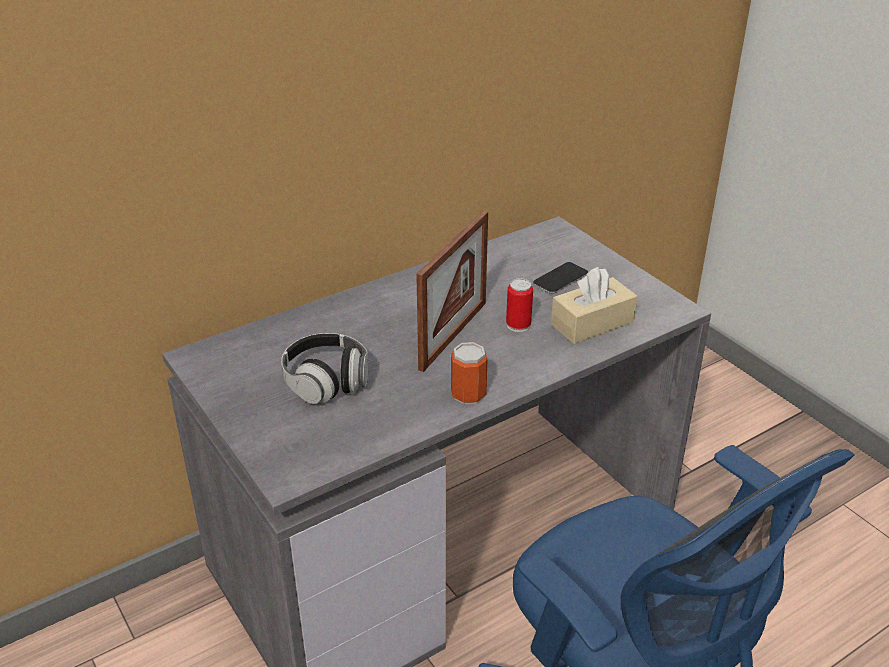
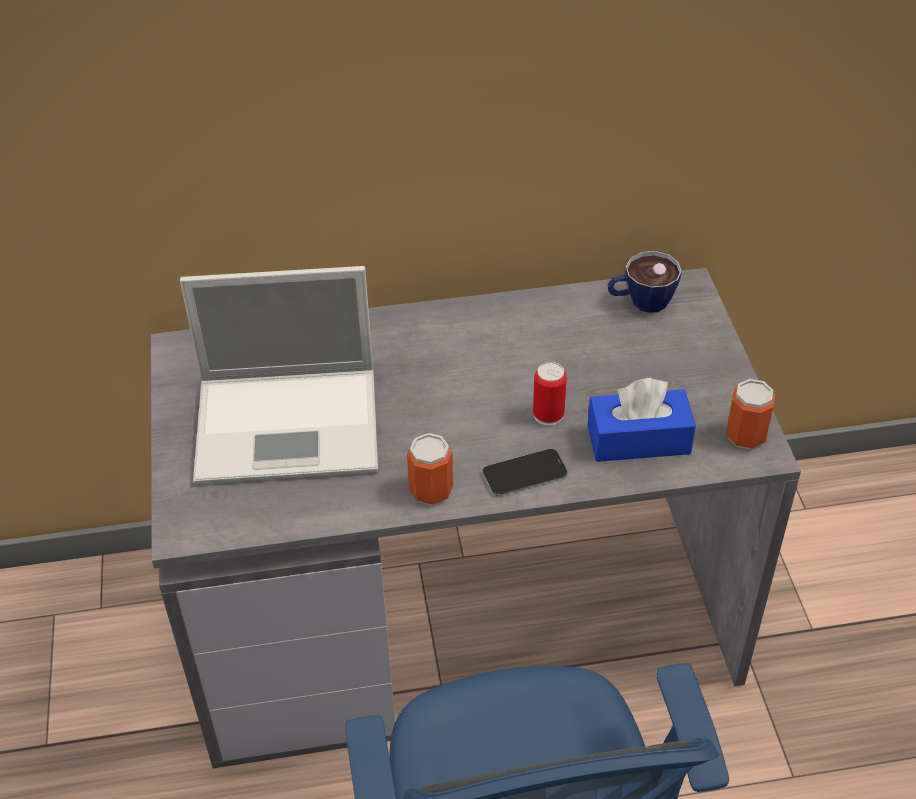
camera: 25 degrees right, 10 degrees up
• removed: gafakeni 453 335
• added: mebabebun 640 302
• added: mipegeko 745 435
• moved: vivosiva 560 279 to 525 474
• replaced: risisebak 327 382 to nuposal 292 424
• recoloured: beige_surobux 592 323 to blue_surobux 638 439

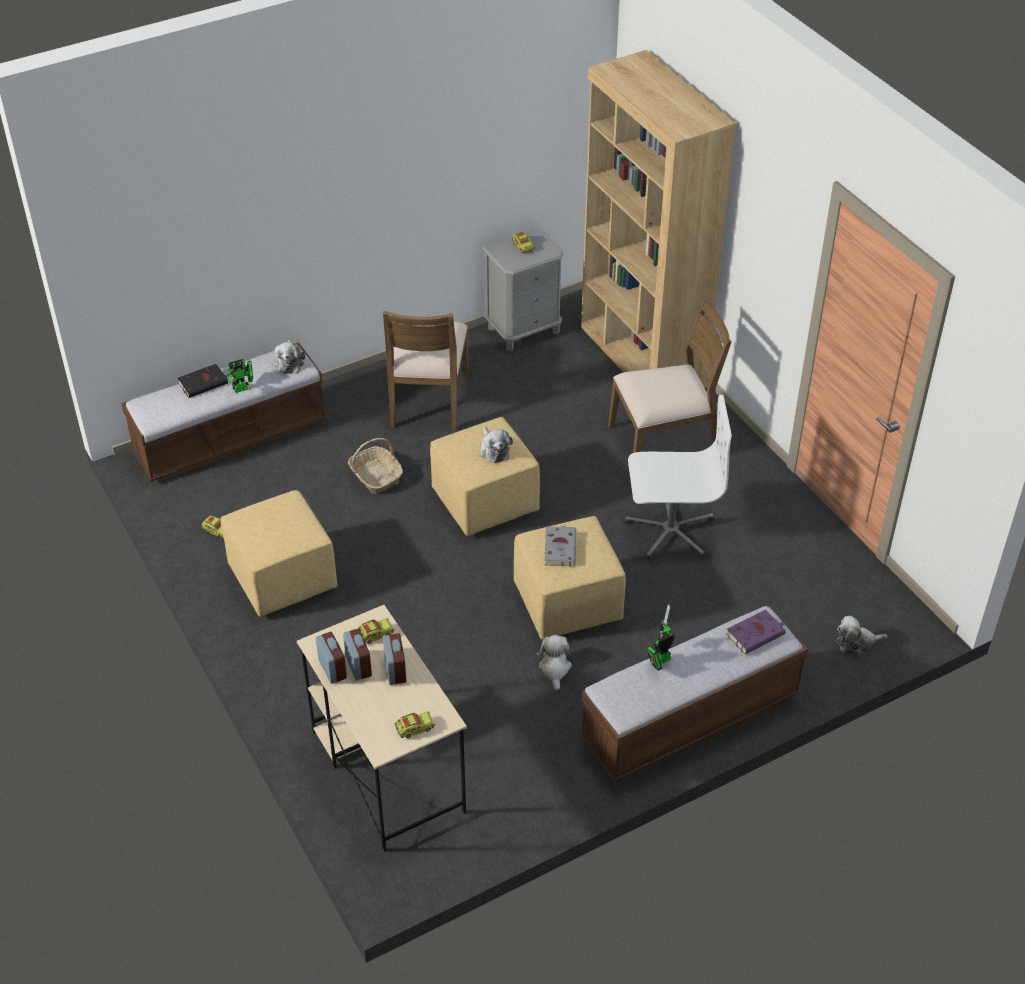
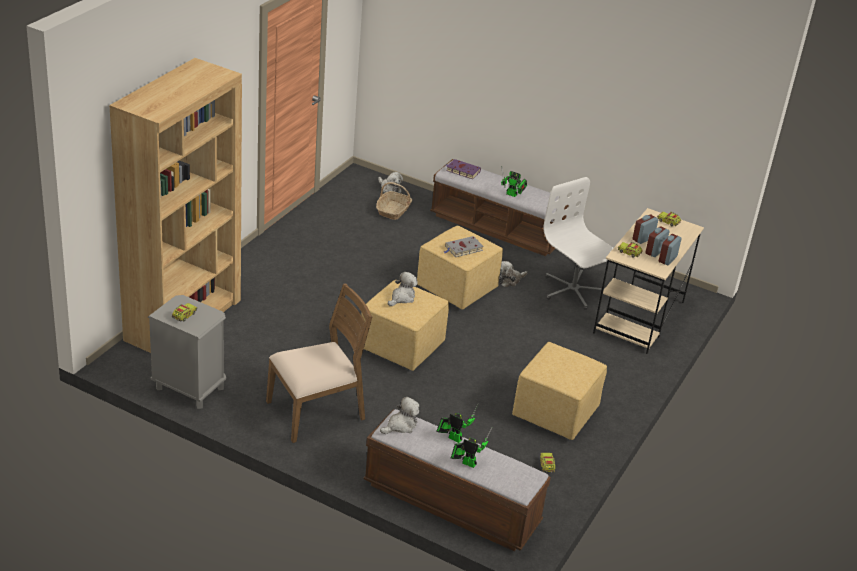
camera: 125 degrees left, 10 degrees down
• removed: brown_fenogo 664 441
• moved: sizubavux 375 476 to 393 210
• moved: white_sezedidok 670 530 to 572 291
• replaced: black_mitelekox 204 383 to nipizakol 466 463

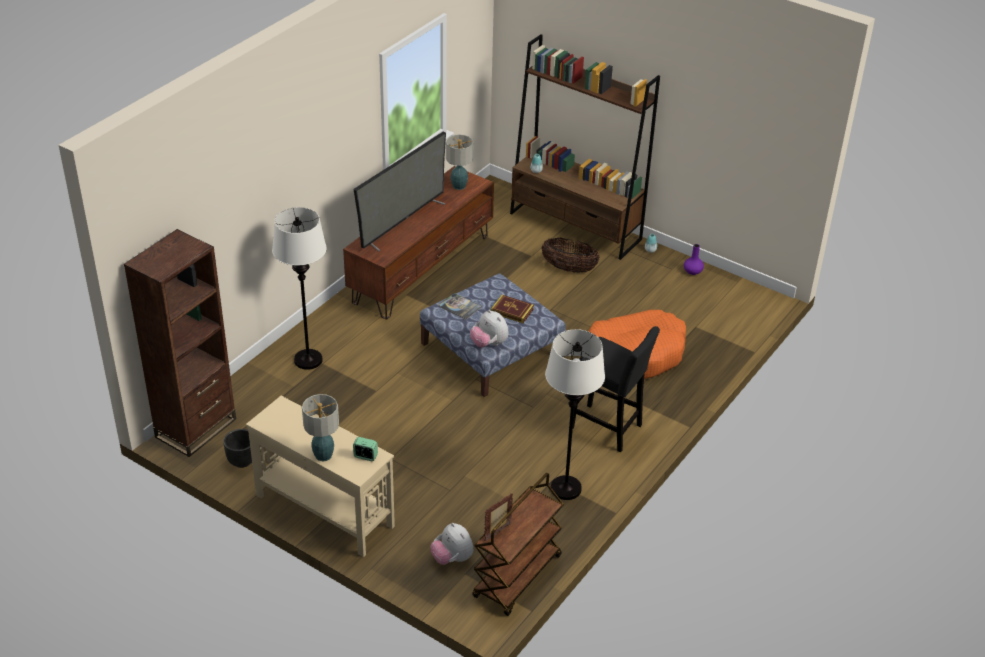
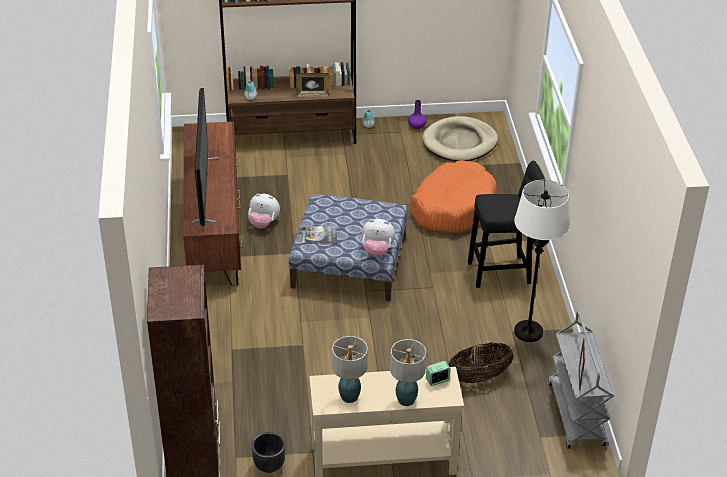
camera: 40 degrees left, 0 degrees up
• removed: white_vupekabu 308 360
• removed: mitelekox 512 311
• added: gafakeni 313 95
• added: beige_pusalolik 460 142
• moved: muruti 452 558 to 263 223
• moved: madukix 459 186 to 350 396
• moved: sizubavux 569 268 to 479 377
• recoloured: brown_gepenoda 517 577 to grey_gepenoda 576 415

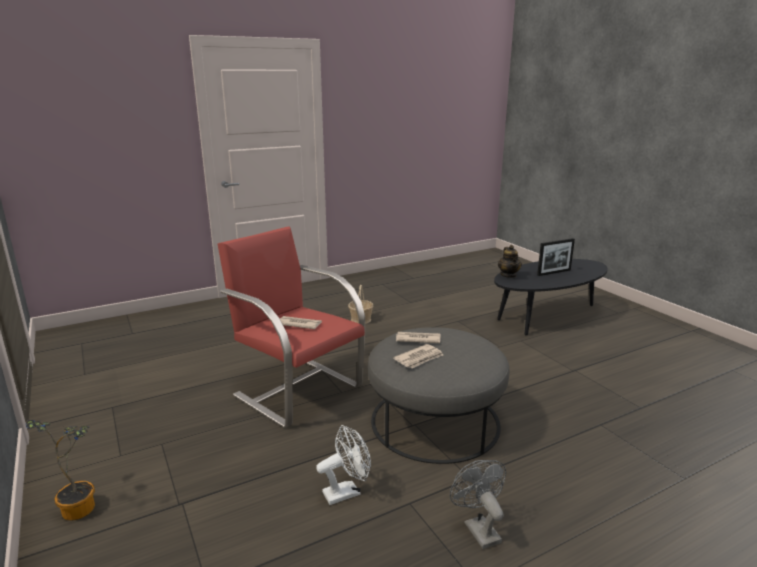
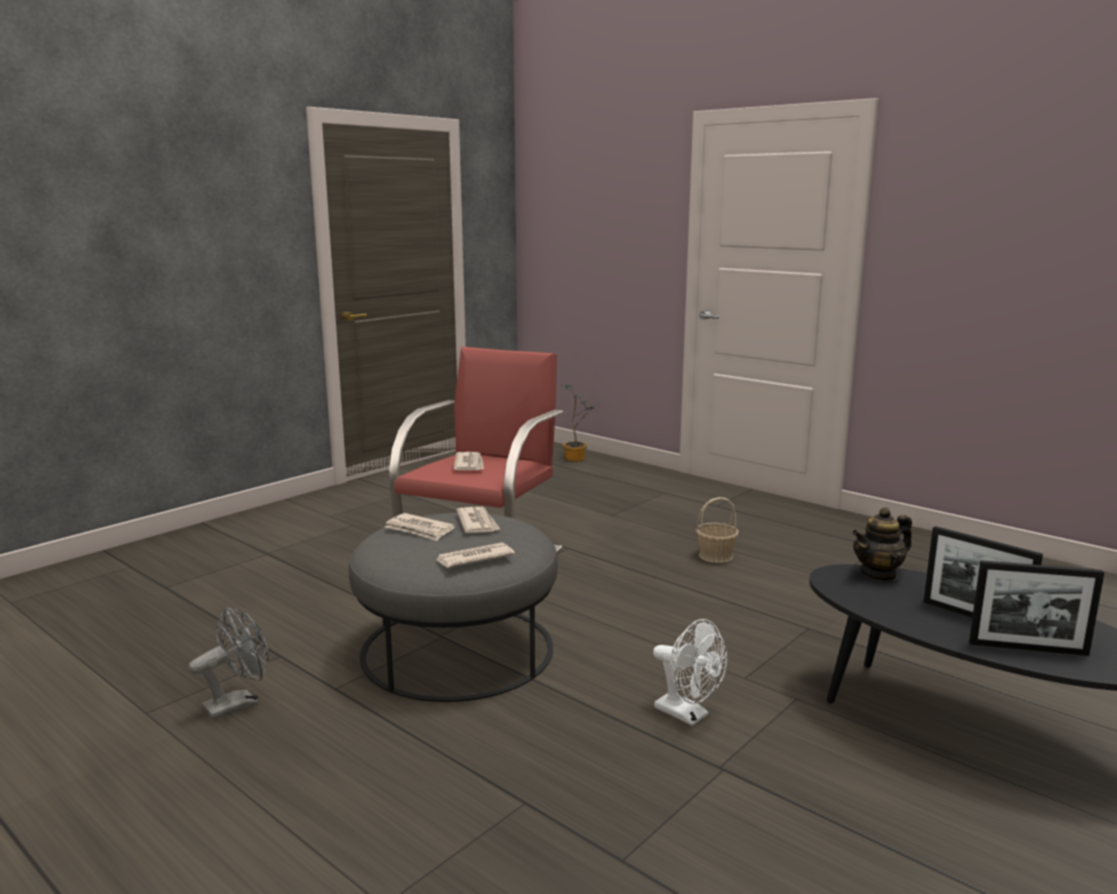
camera: 70 degrees right, 5 degrees down
• added: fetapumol 474 558
• added: gafakeni 1028 648
• moved: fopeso 80 506 to 577 458
• moved: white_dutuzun 346 492 to 688 715

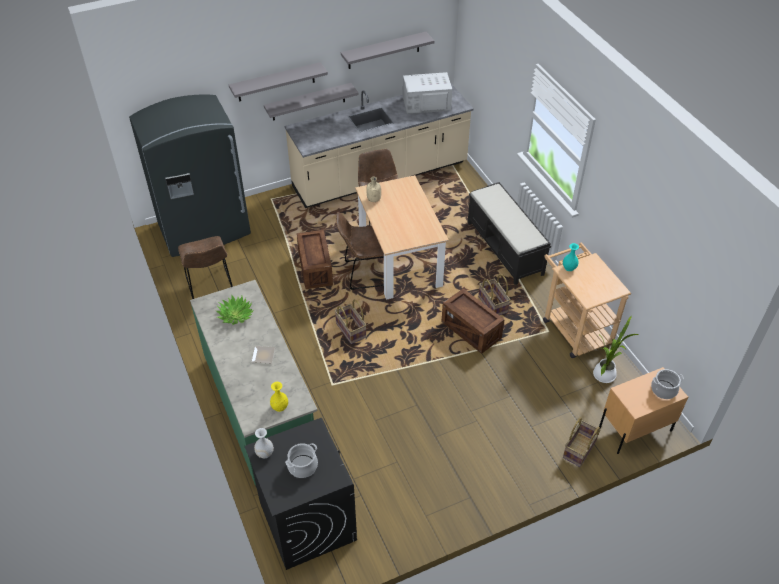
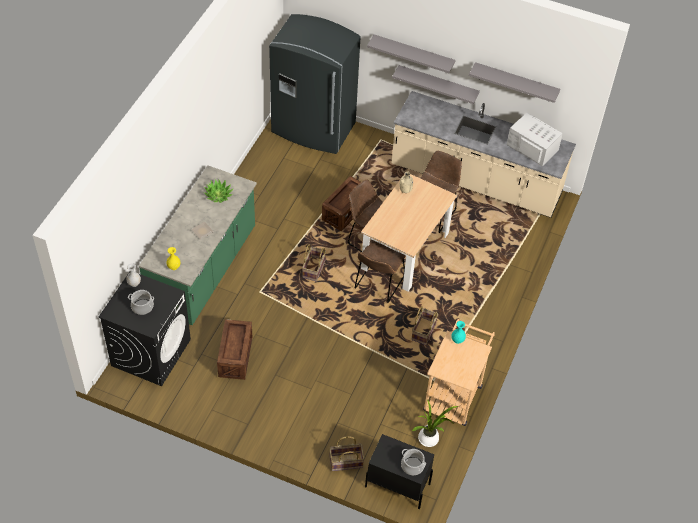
camera: 45 degrees right, 5 degrees up
• removed: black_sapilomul 505 248
• moved: brown_fenogo 210 286 to 378 284
• moved: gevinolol 471 330 to 235 357
• recoloured: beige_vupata 634 429 to black_vupata 397 485

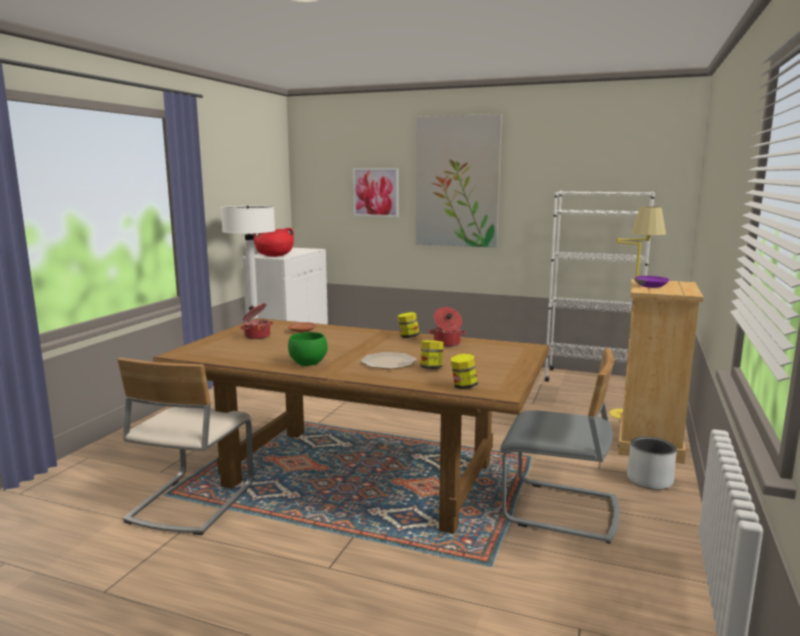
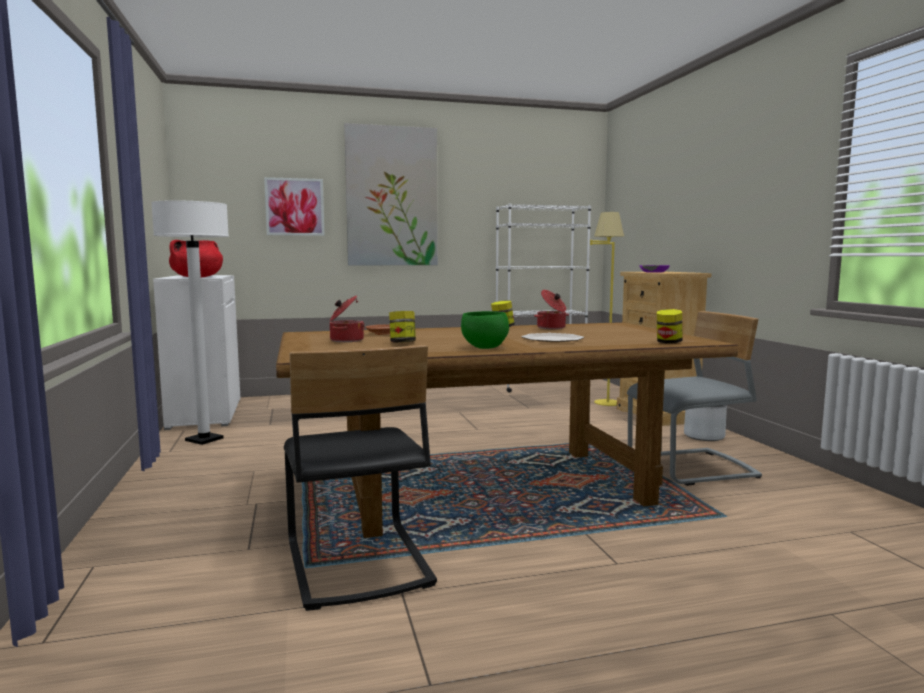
camera: 35 degrees left, 5 degrees down
• moved: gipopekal 431 368 to 402 343
• recoloured: beige_fenogo 191 502 to black_fenogo 356 563

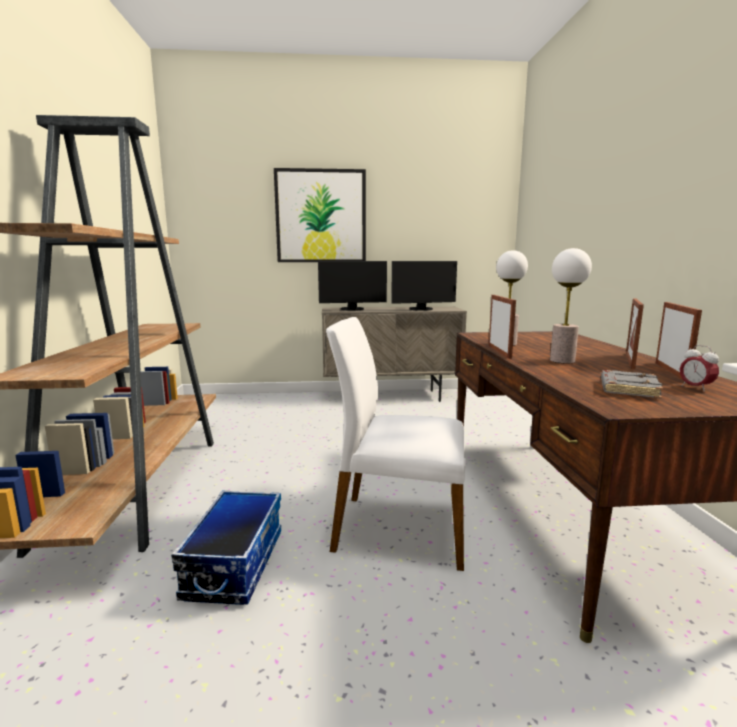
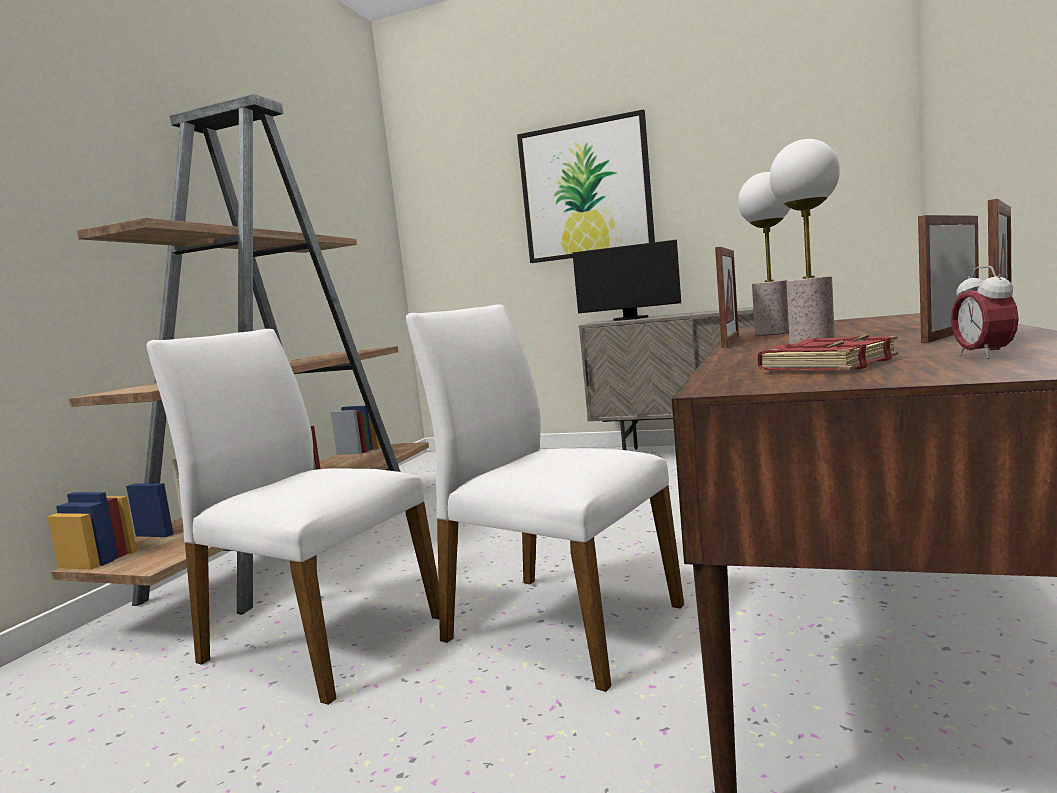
camera: 25 degrees right, 5 degrees down
• removed: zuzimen 422 309
• replaced: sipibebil 234 564 to white_fenogo 319 639
• recoloured: grey_mitelekox 627 389 to red_mitelekox 827 365

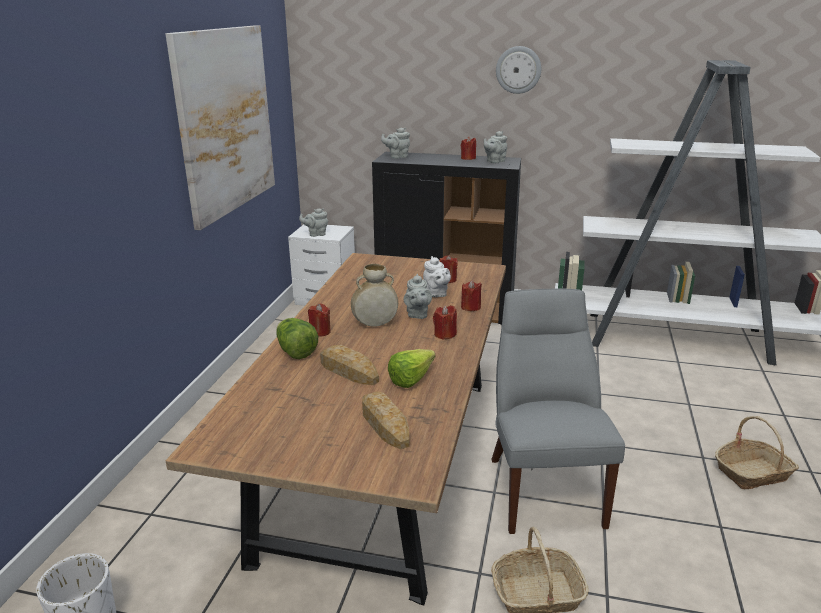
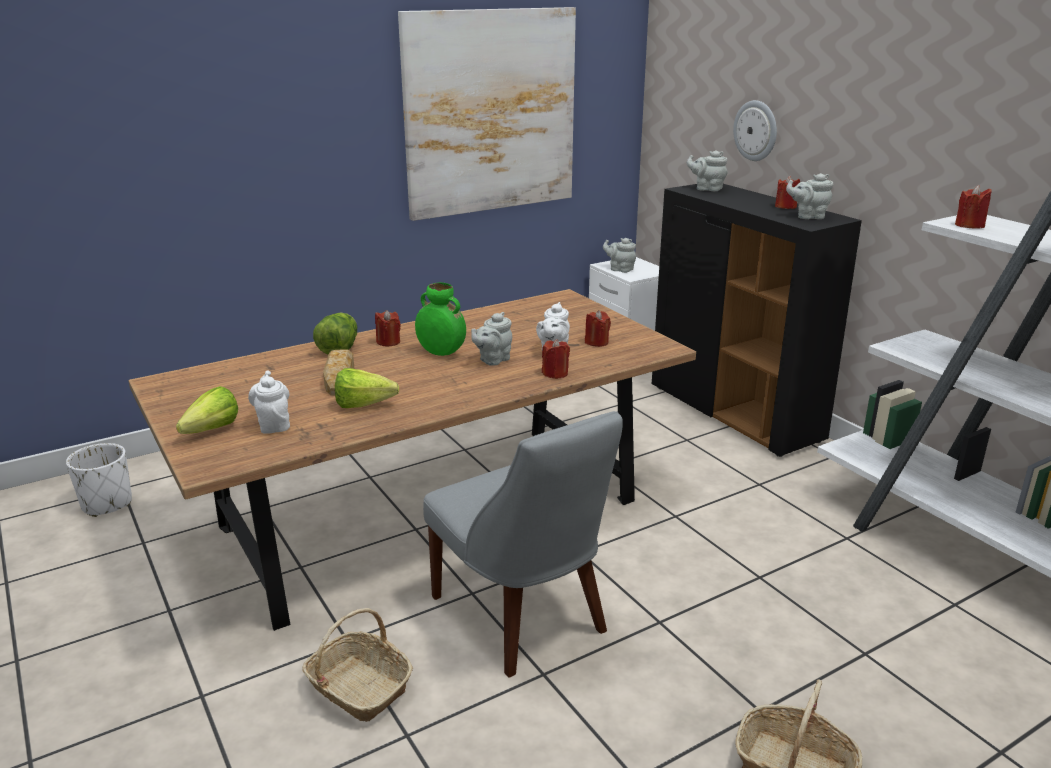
camera: 45 degrees right, 0 degrees up
• added: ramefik 206 432
• moved: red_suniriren 445 334 to 969 225
• moved: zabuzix 518 70 to 756 130
• replaced: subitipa 384 424 to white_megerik 273 424
• recoloured: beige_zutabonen 375 324 to green_zutabonen 441 353
• turned: grey_fenogo 543 487 = 523 618 105 degrees clockwise

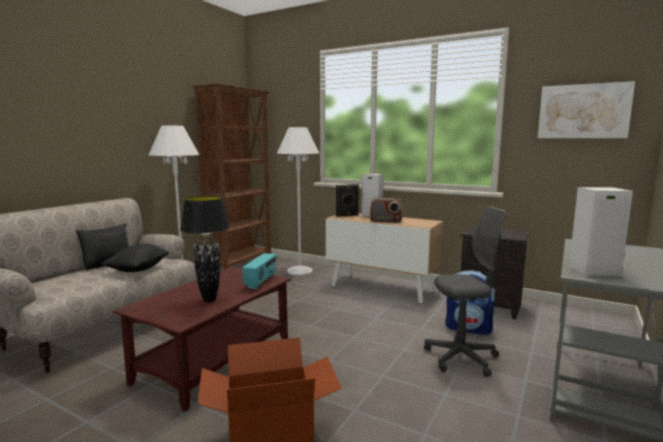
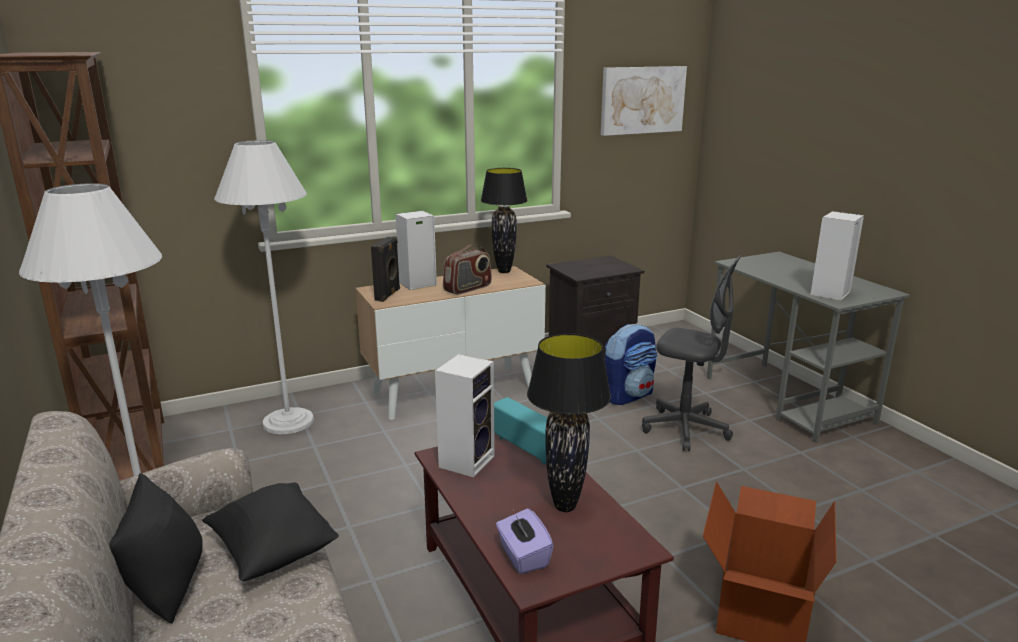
camera: 55 degrees left, 10 degrees up
• added: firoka 467 460
• added: black_madukix 504 271
• added: purple_surobux 523 556
• turned: grey_sezedidok 461 358 = 685 429 90 degrees clockwise

